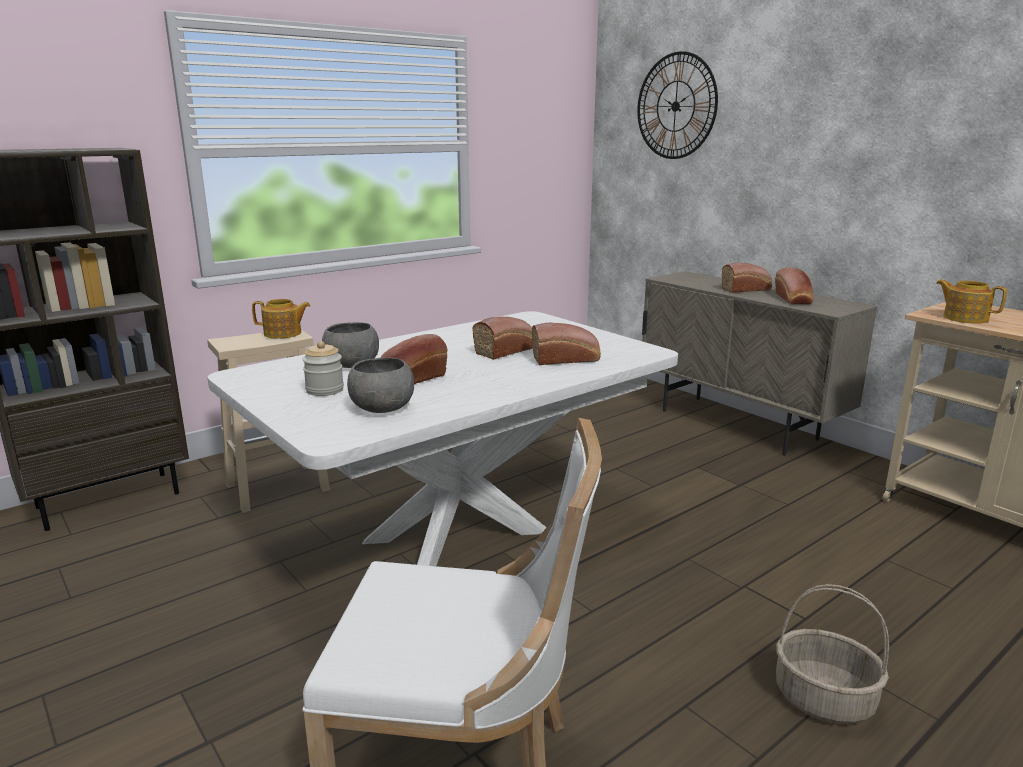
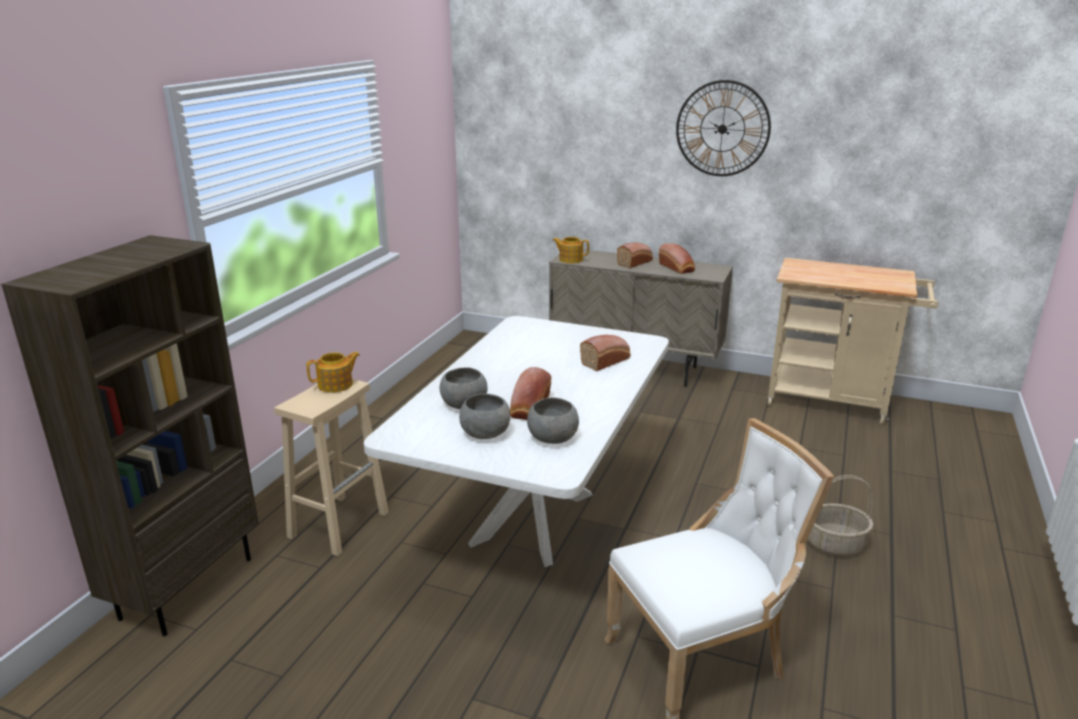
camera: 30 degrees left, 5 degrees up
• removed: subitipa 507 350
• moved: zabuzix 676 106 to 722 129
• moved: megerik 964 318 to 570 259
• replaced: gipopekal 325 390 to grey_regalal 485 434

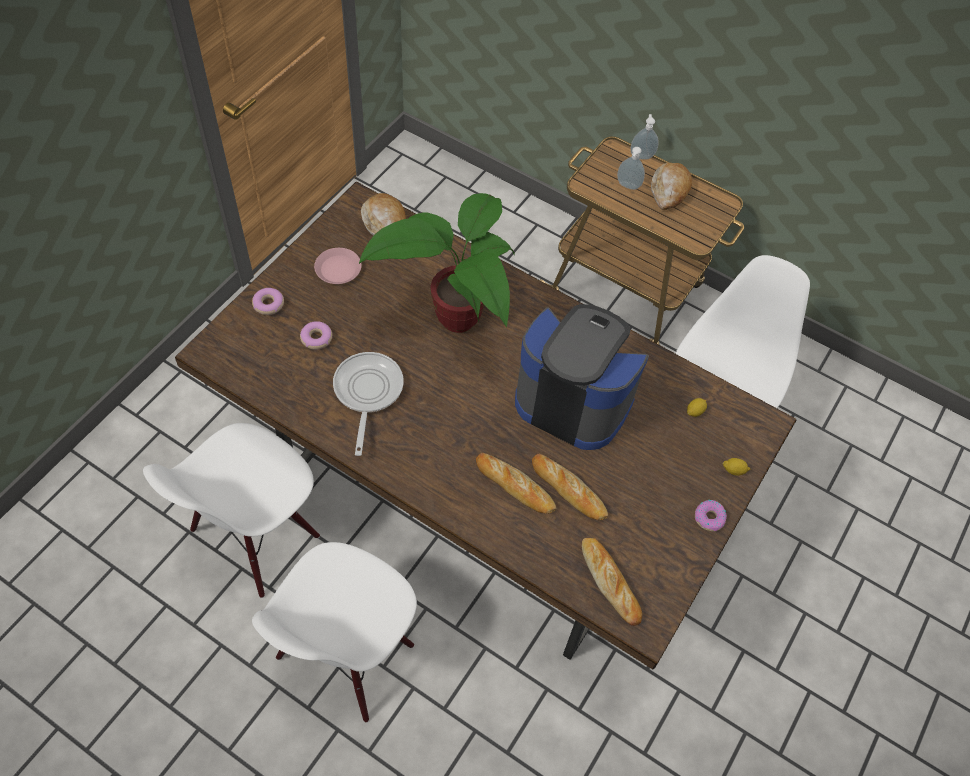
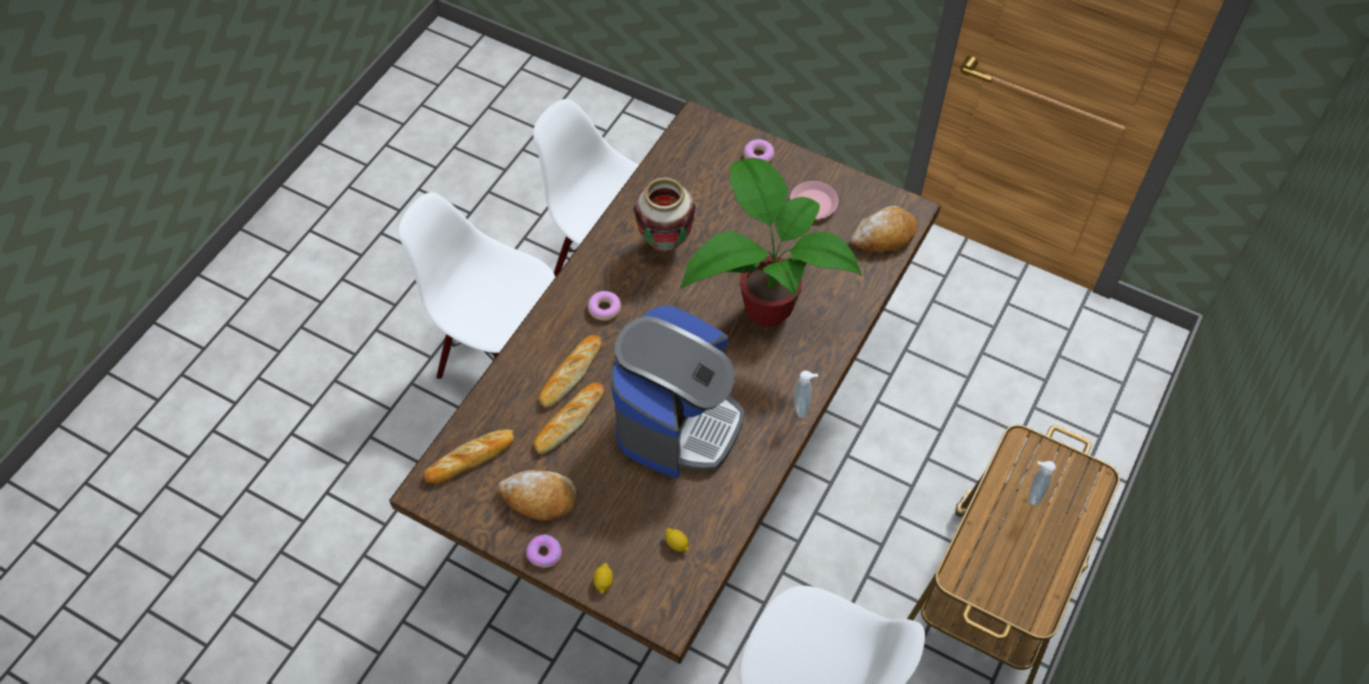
camera: 90 degrees right, 0 degrees up
• moved: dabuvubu 316 338 to 604 308
• moved: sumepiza 641 156 to 802 407
• moved: subitipa 669 190 to 539 498
• replaced: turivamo 367 393 to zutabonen 665 244

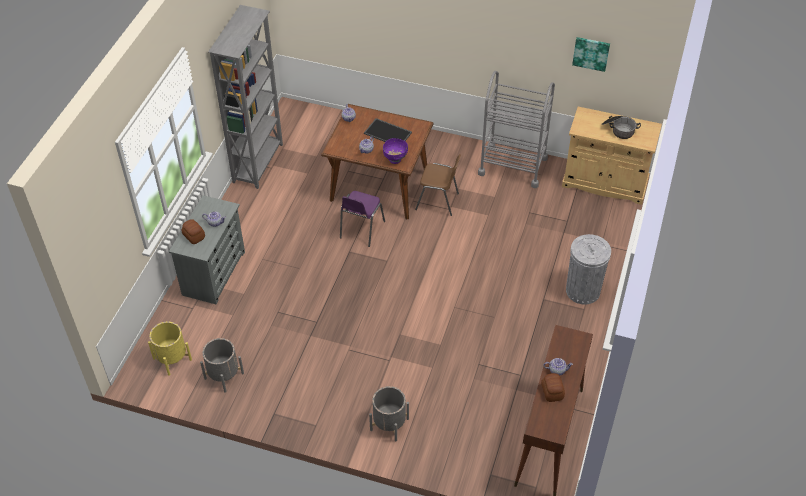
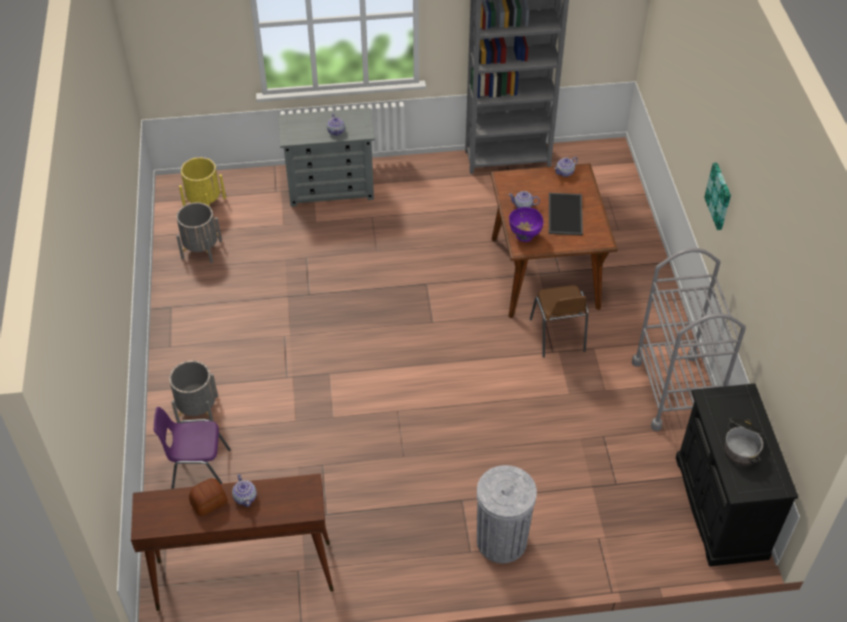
camera: 65 degrees right, 0 degrees up
• removed: subitipa 193 236
• moved: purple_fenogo 361 230 to 199 471
• moved: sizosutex 591 53 to 719 196
• recoloured: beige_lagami 605 182 to black_lagami 720 507

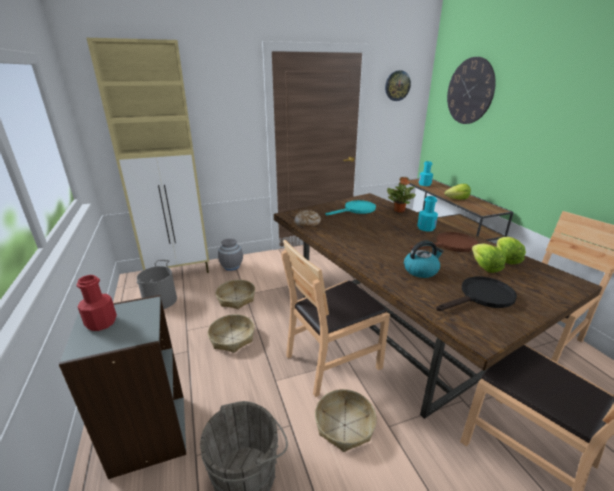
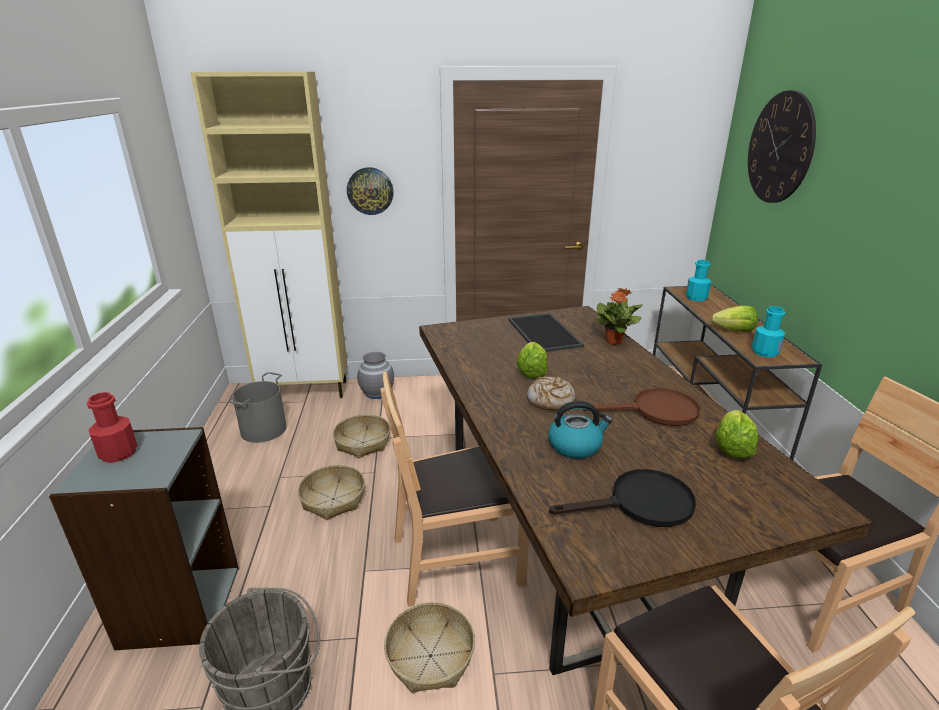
camera: 15 degrees right, 0 degrees up
• moved: subitipa 307 223 to 550 400
• moved: zabuzix 397 86 to 370 191
• moved: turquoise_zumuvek 426 228 to 765 352
• moved: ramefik 484 267 to 531 372
• replaced: turquoise_turivamo 356 210 to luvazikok 545 333

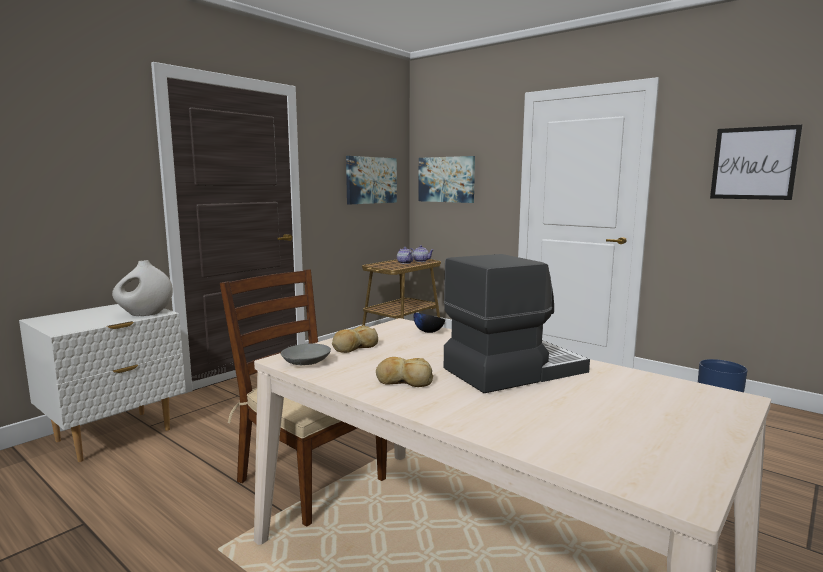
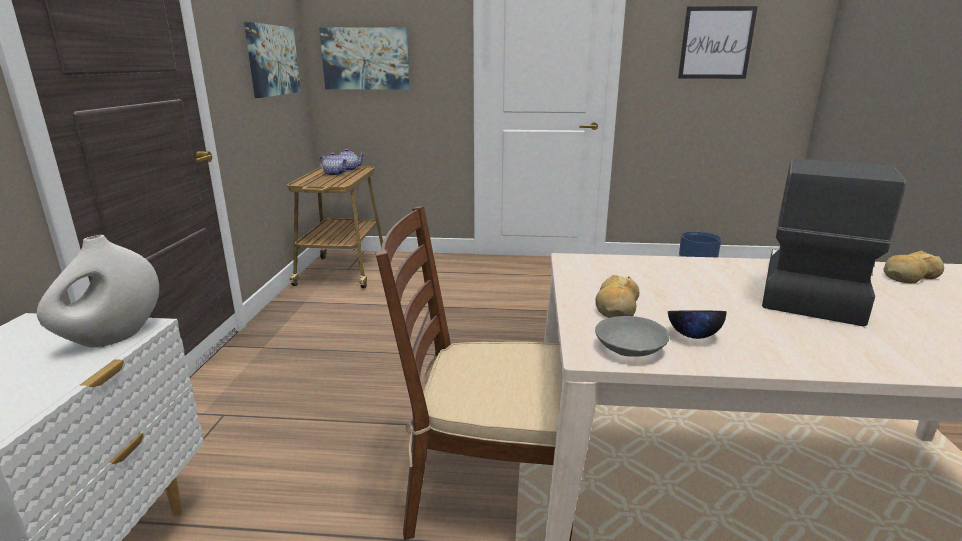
camera: 35 degrees left, 10 degrees up
• moved: subitipa 404 381 to 909 276
• moved: black_regalal 429 332 to 693 336

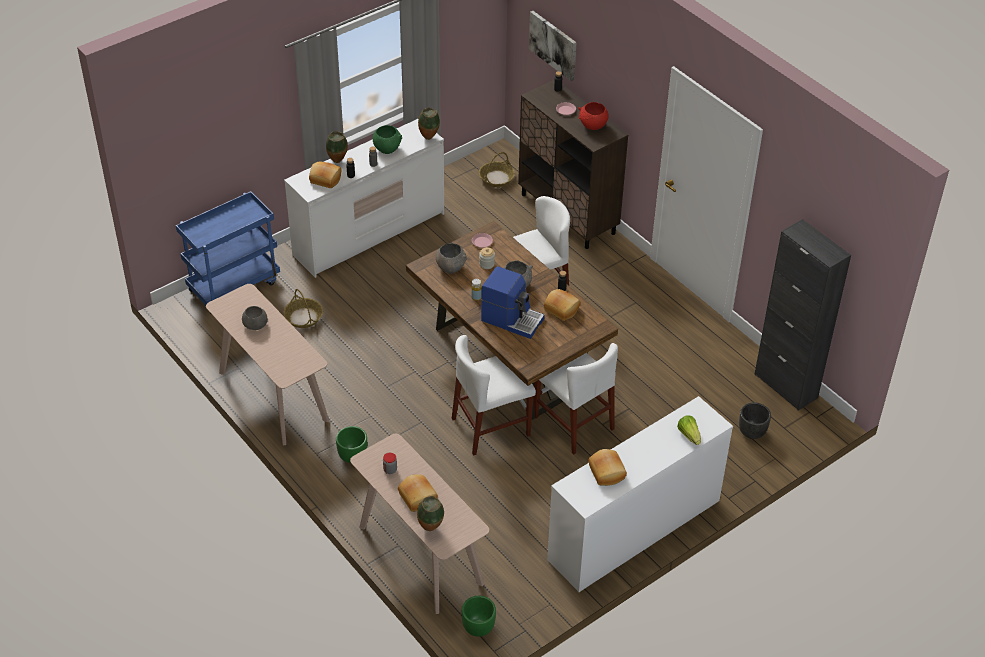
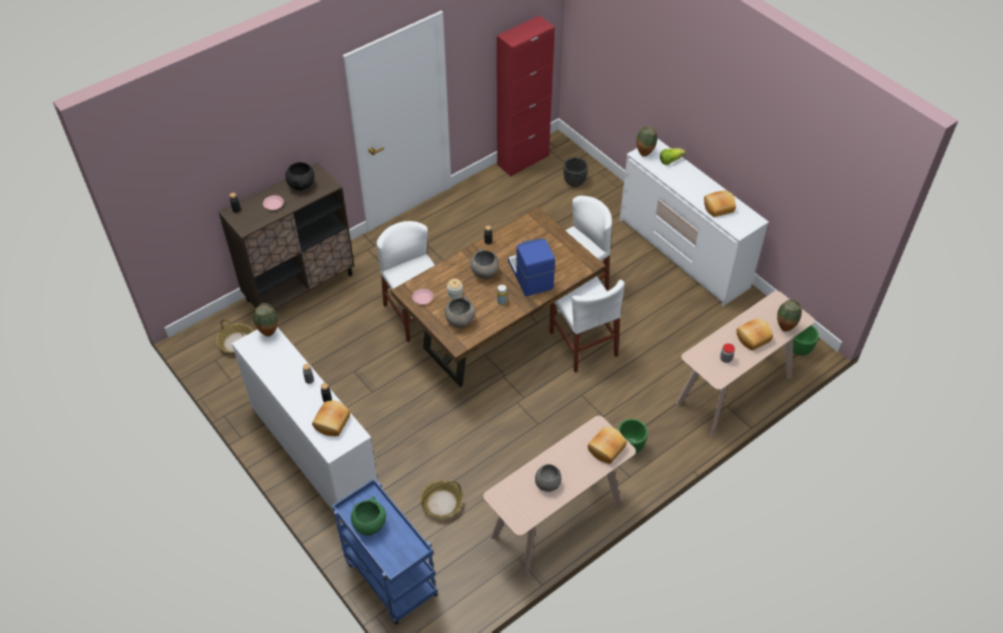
camera: 90 degrees left, 5 degrees up
• removed: sizosutex 553 45
• moved: zutabonen 338 161 to 644 154
• moved: green_regalal 387 149 to 369 525
• moved: subitipa 562 309 to 605 448
• recoloured: red_regalal 593 126 to black_regalal 302 185
• recoloured: black_lagami 785 386 to red_lagami 523 160
• turned: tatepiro 512 319 = 530 275 45 degrees counterclockwise

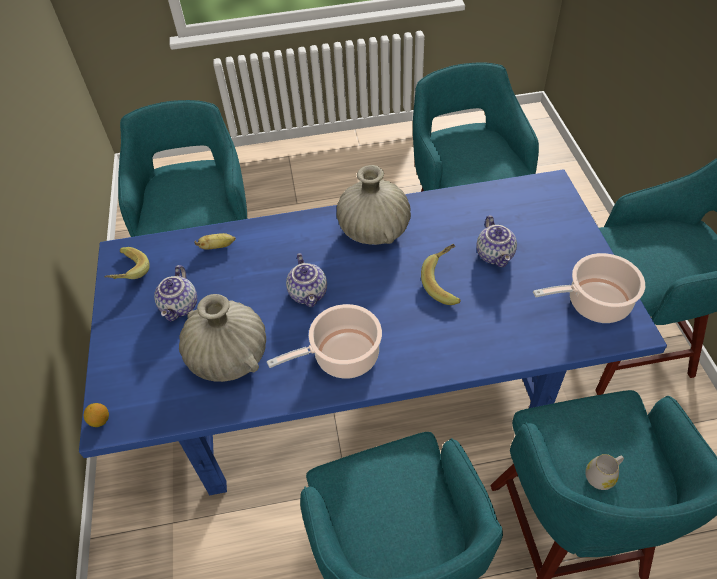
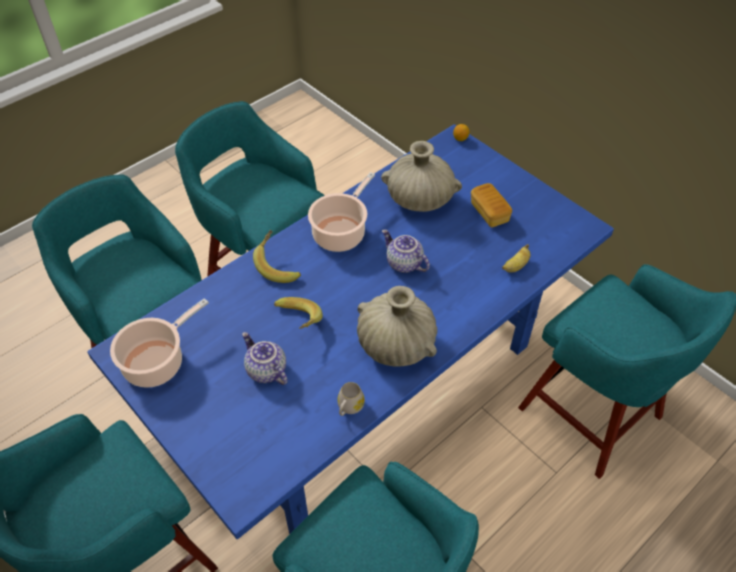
camera: 145 degrees right, 0 degrees up
• moved: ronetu 127 274 to 279 265
• moved: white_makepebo 602 475 to 349 407
• replaced: megerik 181 307 to subitipa 489 213

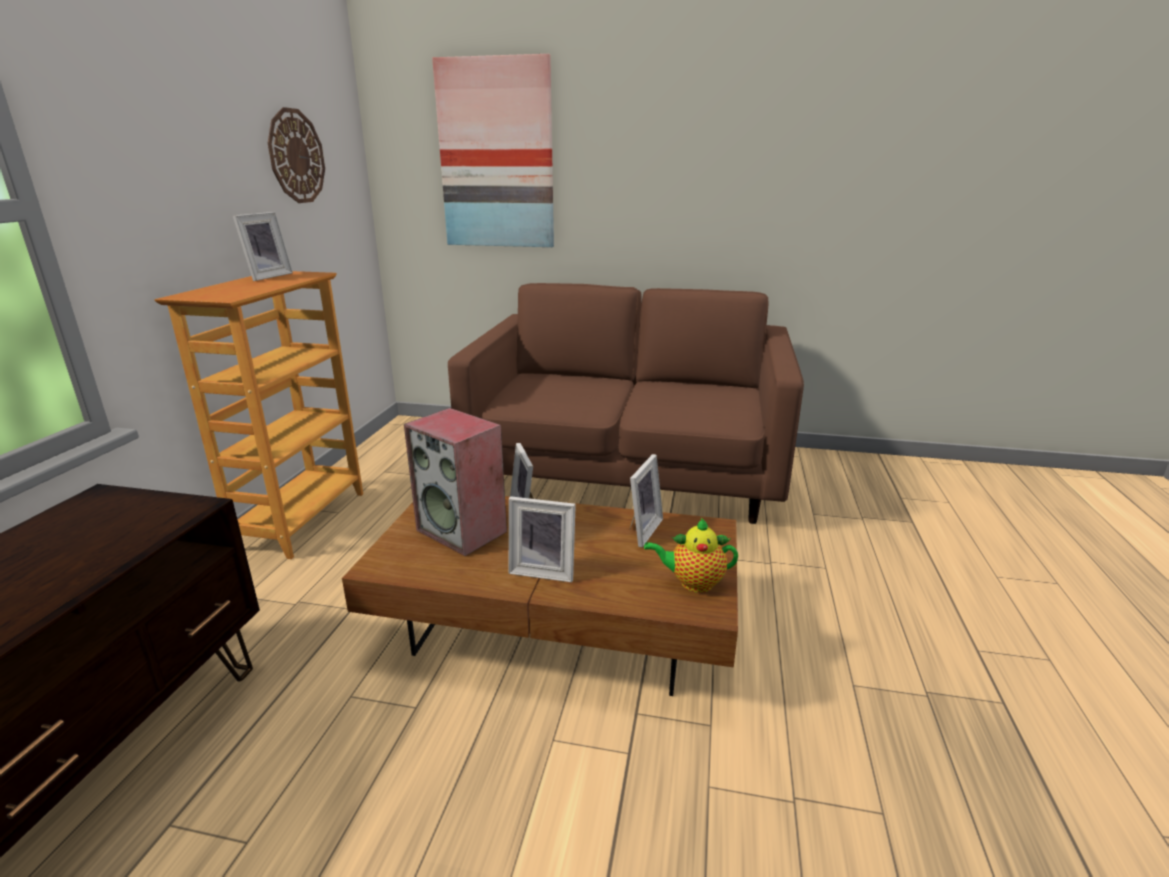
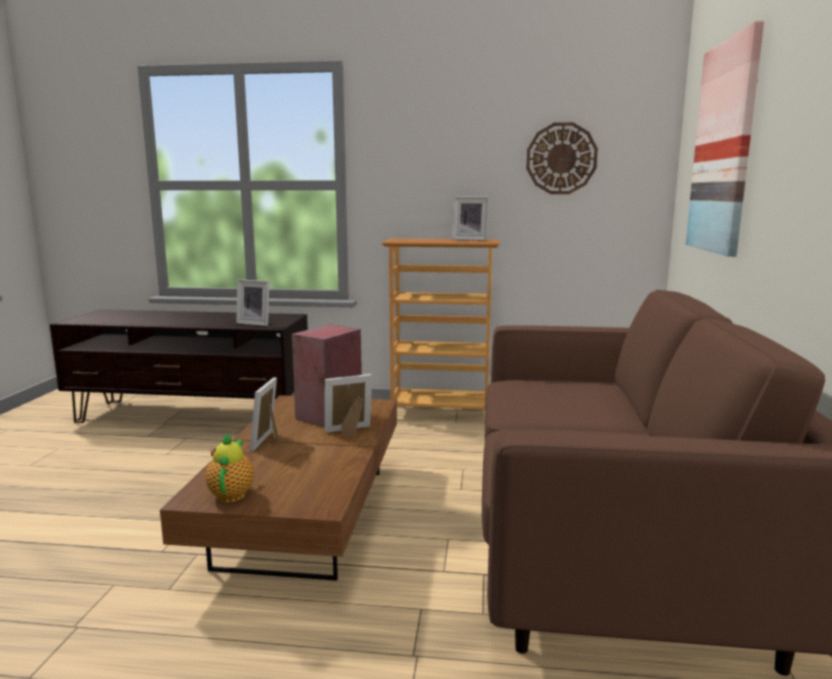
camera: 85 degrees right, 10 degrees down
• moved: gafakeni 640 530 to 256 323

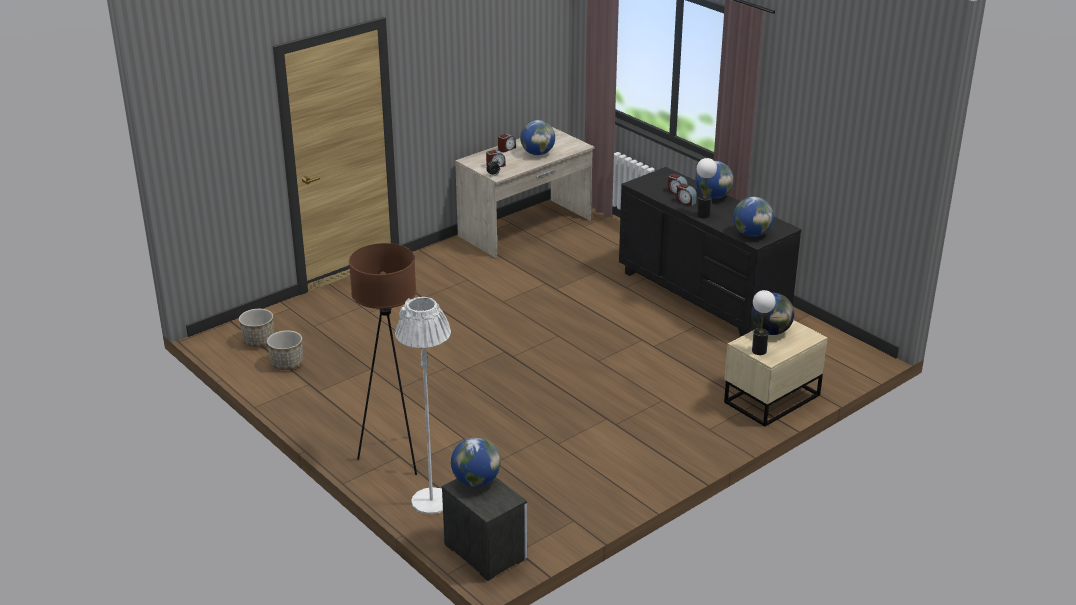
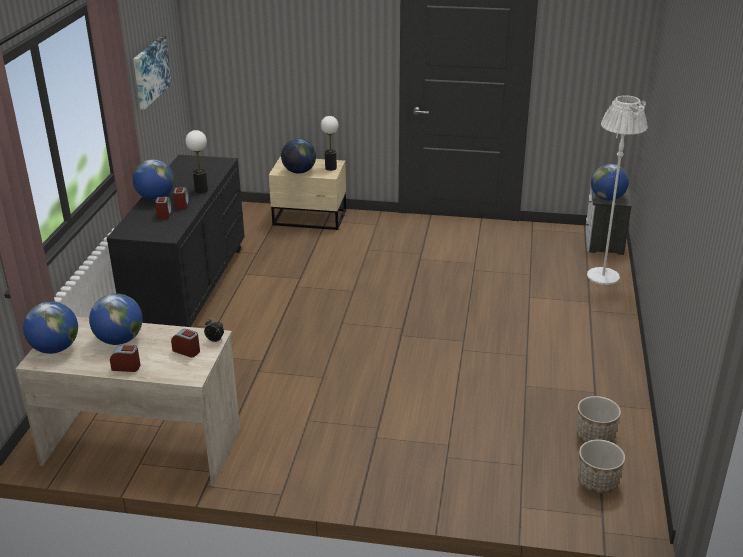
camera: 130 degrees left, 0 degrees up
• removed: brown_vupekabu 395 457
• added: sizosutex 150 71
• moved: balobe 751 234 to 55 348

